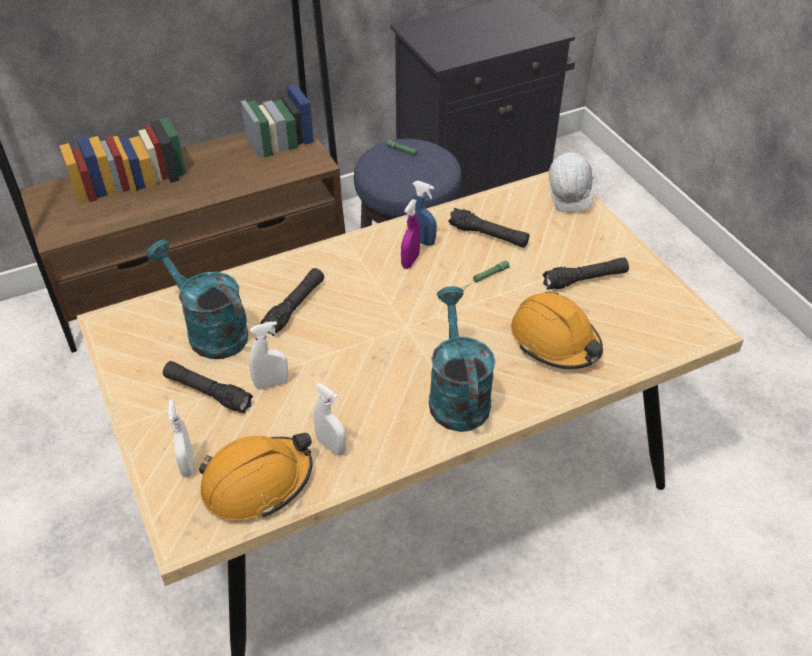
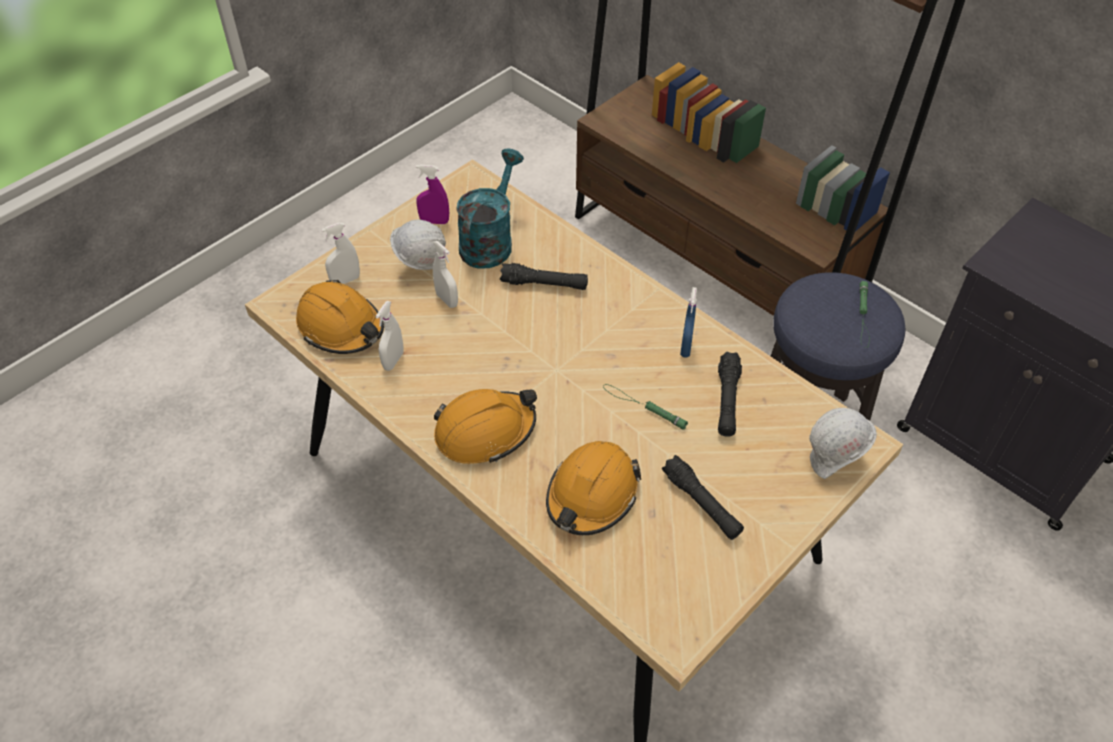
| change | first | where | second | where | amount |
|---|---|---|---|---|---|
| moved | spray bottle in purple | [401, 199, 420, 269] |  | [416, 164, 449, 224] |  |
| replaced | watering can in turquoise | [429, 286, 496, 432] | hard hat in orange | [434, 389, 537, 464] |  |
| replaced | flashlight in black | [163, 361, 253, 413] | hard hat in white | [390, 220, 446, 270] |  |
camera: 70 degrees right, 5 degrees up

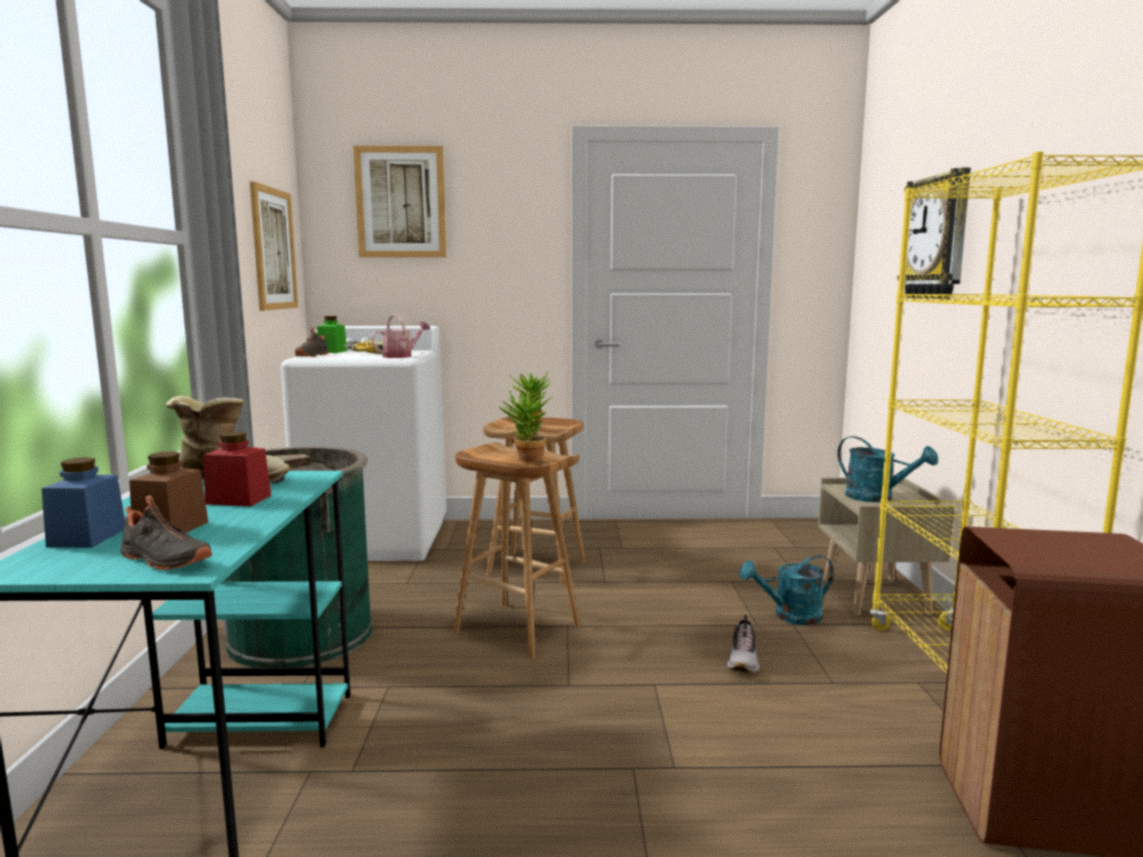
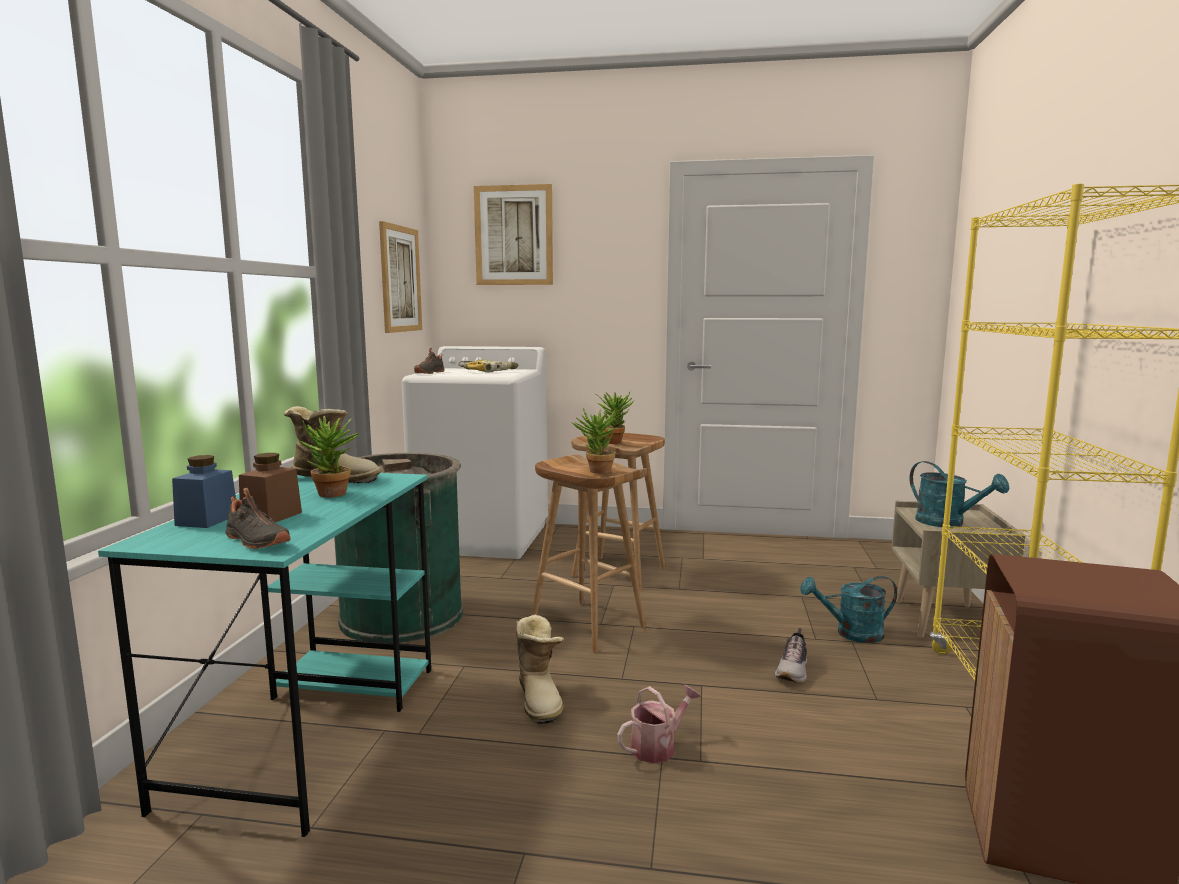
| change | first | where | second | where | amount |
|---|---|---|---|---|---|
| removed | wall clock | [897, 167, 971, 300] |  |  |  |
| moved | watering can | [371, 314, 430, 358] |  | [617, 685, 701, 763] |  |
| removed | jar in green | [317, 316, 347, 353] |  |  |  |
| replaced | jar in red | [203, 431, 271, 506] | potted plant | [300, 416, 360, 498] |  |
| added |  |  | boot | [516, 615, 564, 724] |  |
camera: 10 degrees right, 0 degrees up

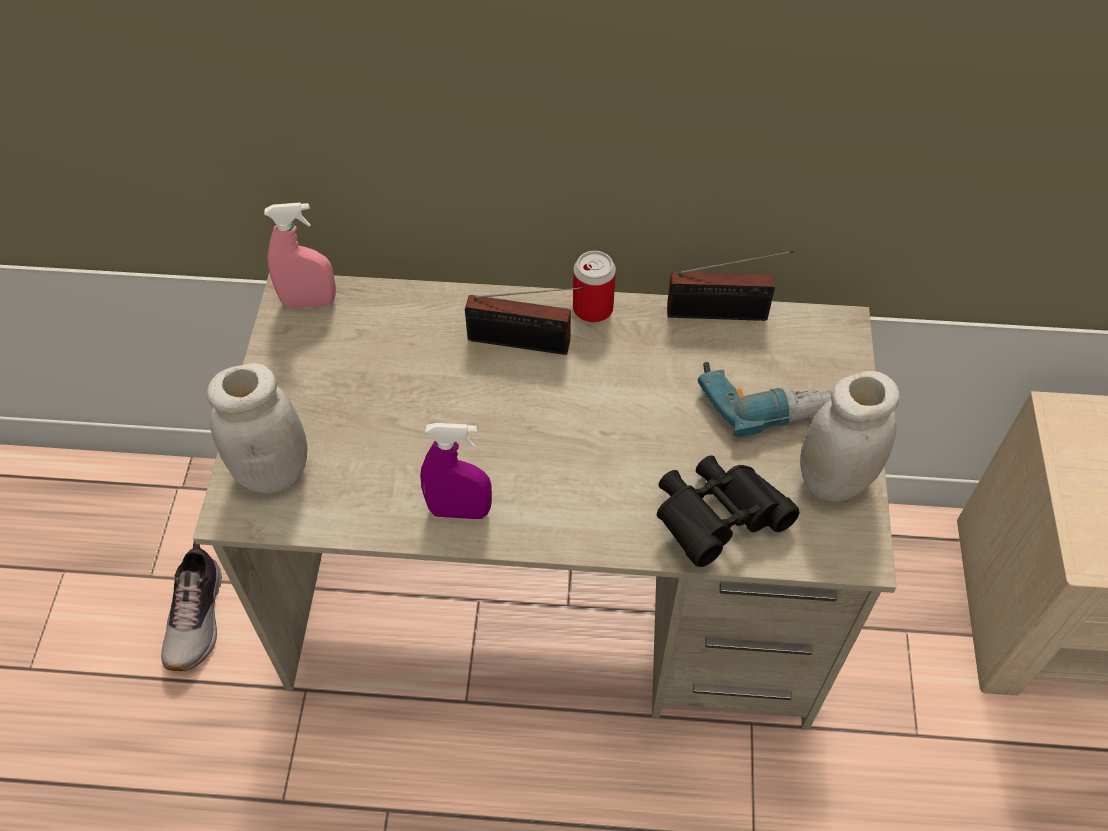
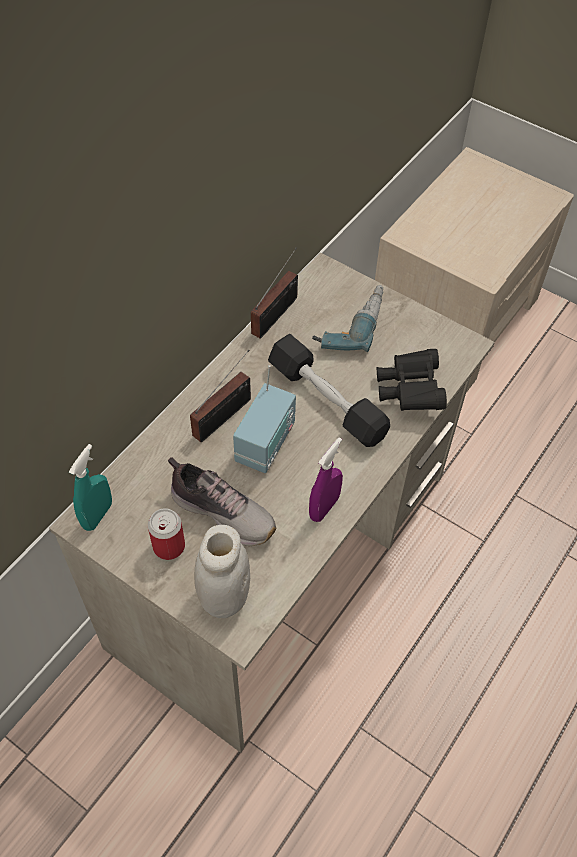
| change | first | where | second | where | amount |
|---|---|---|---|---|---|
| recoloured | spray bottle in pink | [264, 203, 336, 308] | spray bottle in turquoise | [69, 444, 112, 531] |  |
| moved | can | [573, 251, 616, 322] |  | [148, 508, 185, 560] |  |
| removed | jar in white | [800, 371, 900, 501] |  |  |  |
| moved | shoe | [161, 542, 222, 671] |  | [168, 457, 276, 547] |  |
| added |  |  | dumbbell in black | [268, 334, 390, 447] |  |
| added |  |  | radio | [233, 365, 296, 473] |  |
camera: 60 degrees left, 0 degrees up

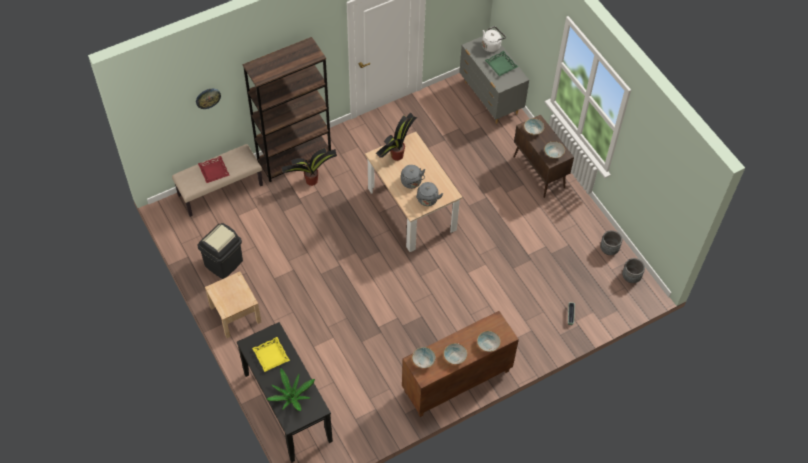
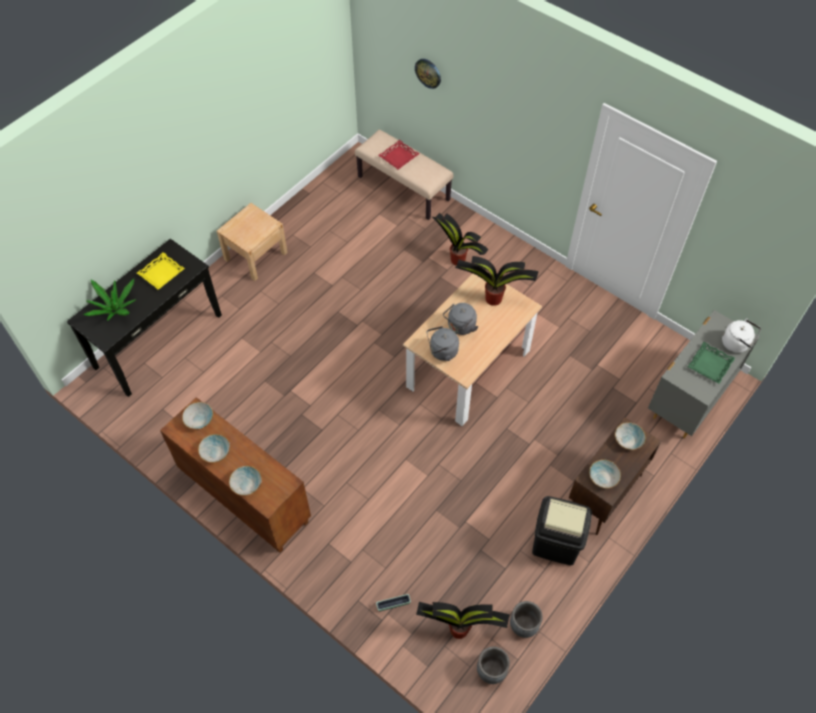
| change | first | where | second | where | amount |
|---|---|---|---|---|---|
| removed | bookcase in brown | [243, 37, 331, 182] |  |  |  |
| moved | trash can in black | [197, 223, 243, 279] |  | [532, 496, 592, 565] |  |
| added |  |  | potted plant | [416, 602, 510, 639] |  |
camera: 70 degrees right, 0 degrees up

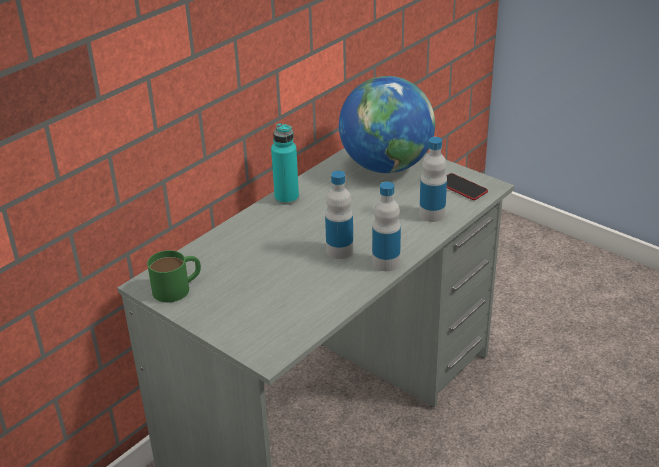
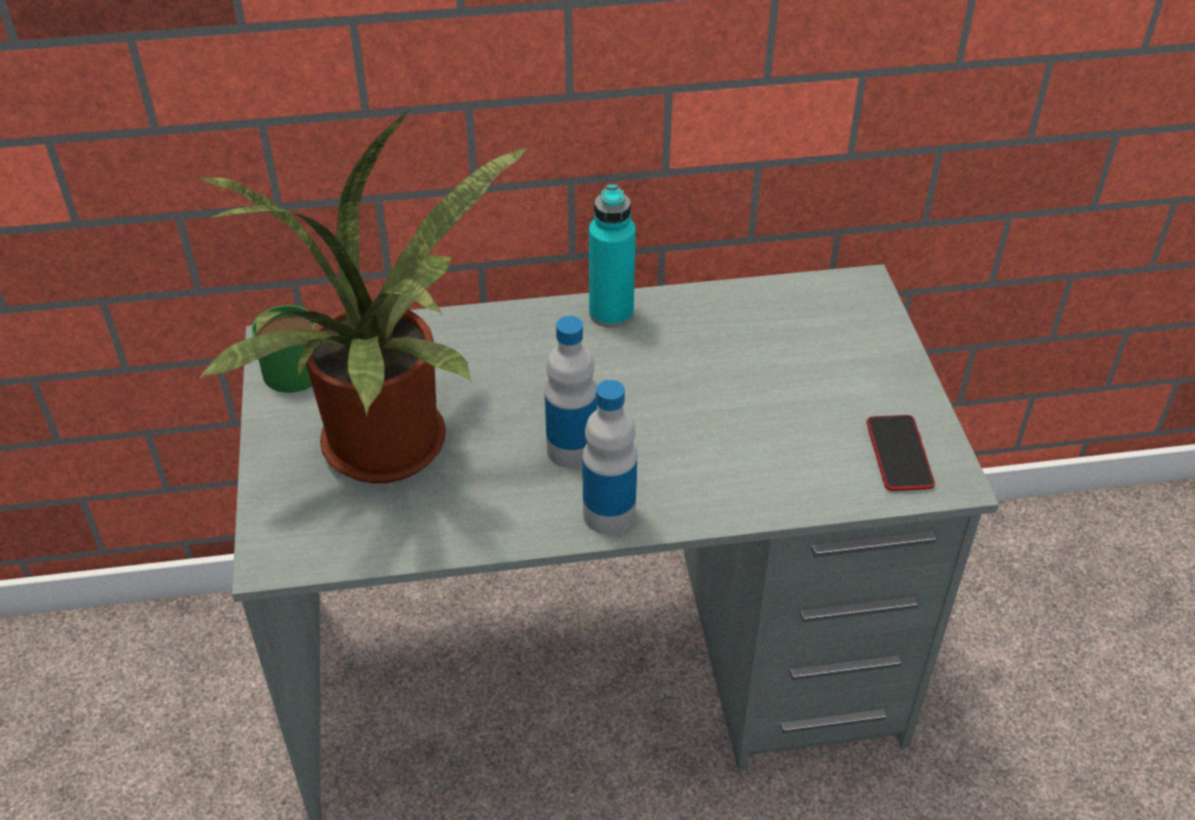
| change | first | where | second | where | amount |
|---|---|---|---|---|---|
| removed | globe | [339, 76, 435, 173] |  |  |  |
| removed | bottle | [419, 137, 447, 222] |  |  |  |
| added |  |  | potted plant | [198, 108, 528, 483] |  |
camera: 40 degrees right, 10 degrees up

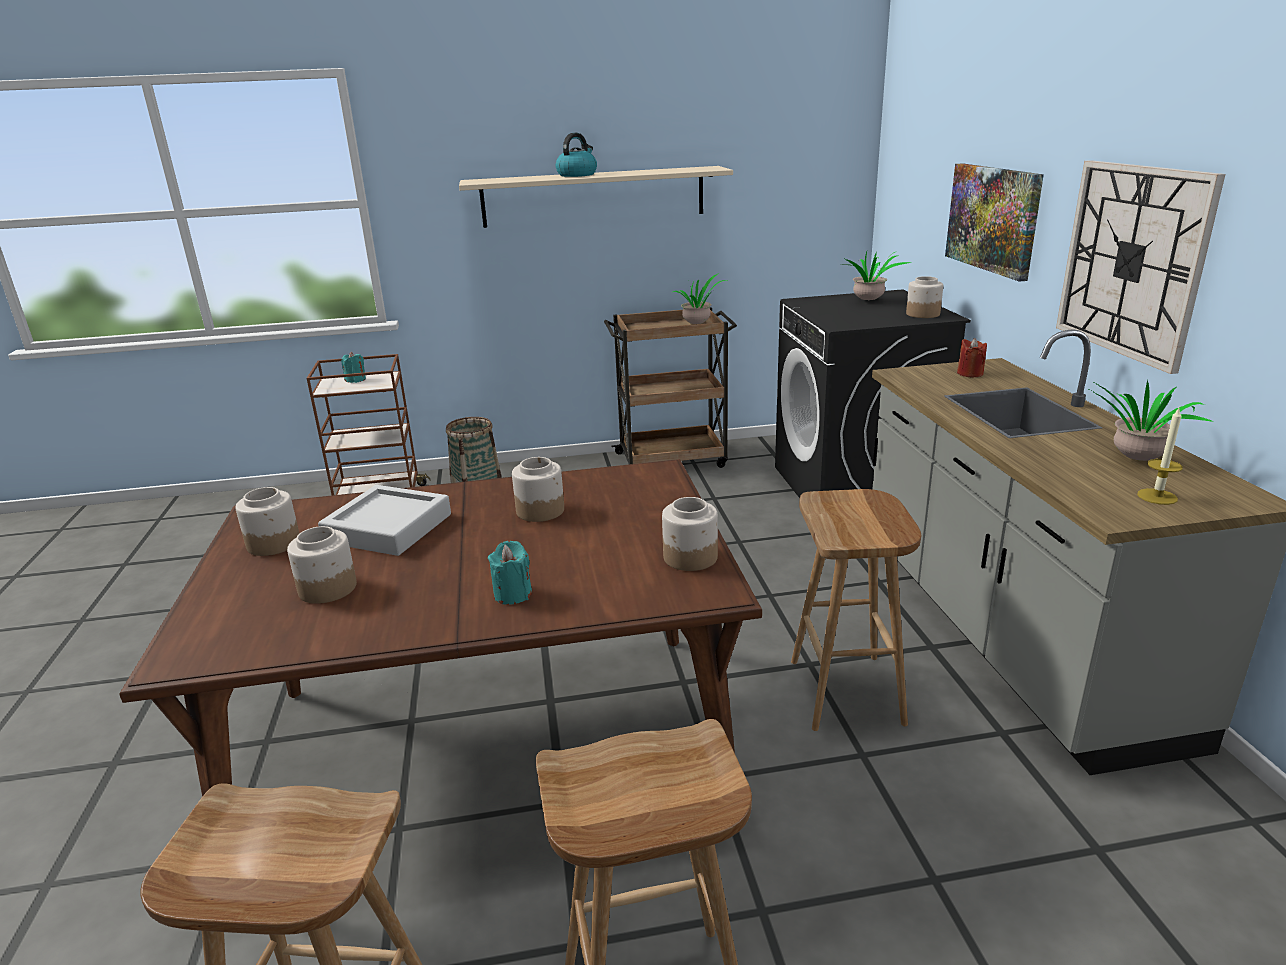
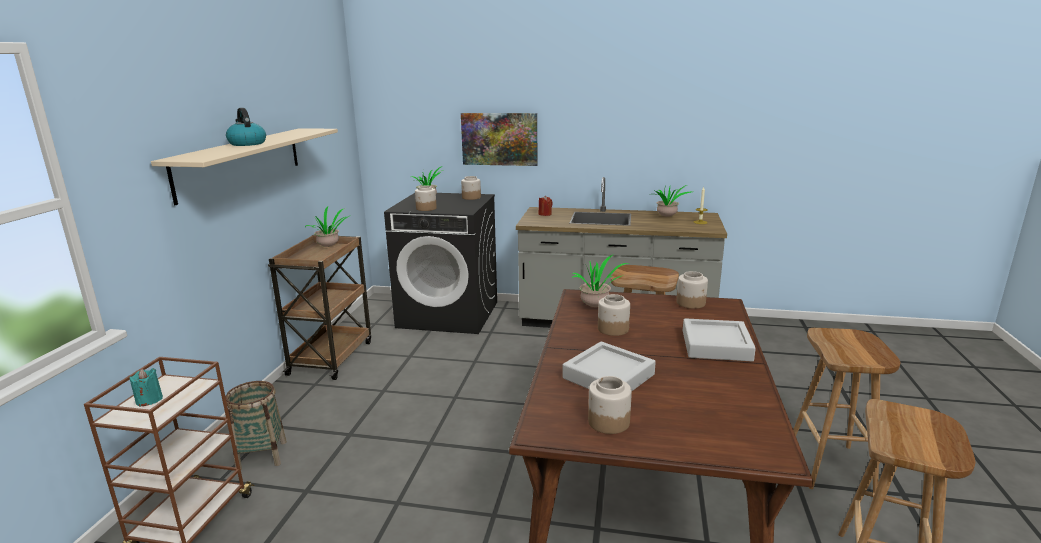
| change | first | where | second | where | amount |
|---|---|---|---|---|---|
| removed | wall clock | [1056, 160, 1225, 374] |  |  |  |
| moved | jar | [287, 526, 357, 604] |  | [415, 186, 437, 211] |  |
| replaced | candle in turquoise | [488, 540, 532, 605] | tray in grey | [683, 318, 756, 362] |  |
| added |  |  | potted plant | [572, 255, 629, 307] |  |
camera: 70 degrees left, 5 degrees down

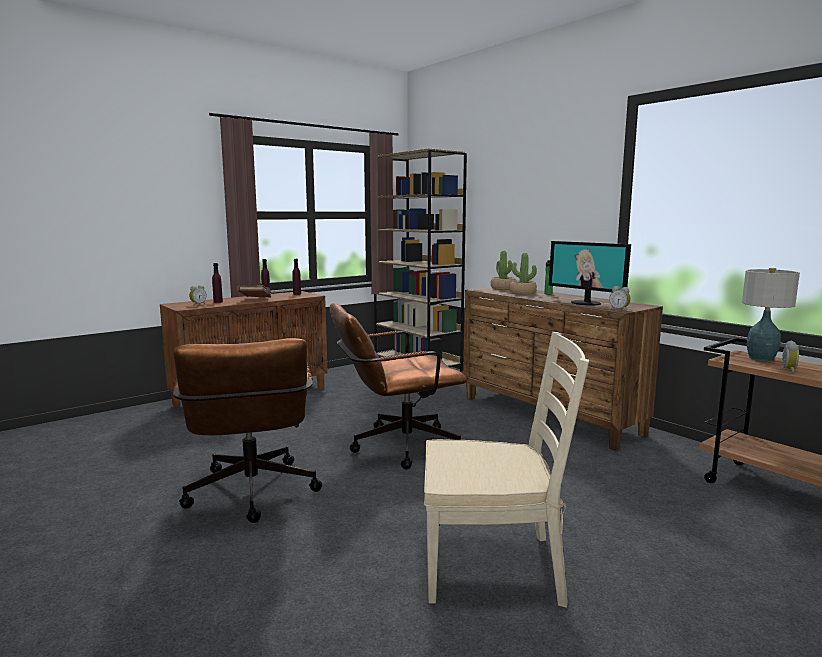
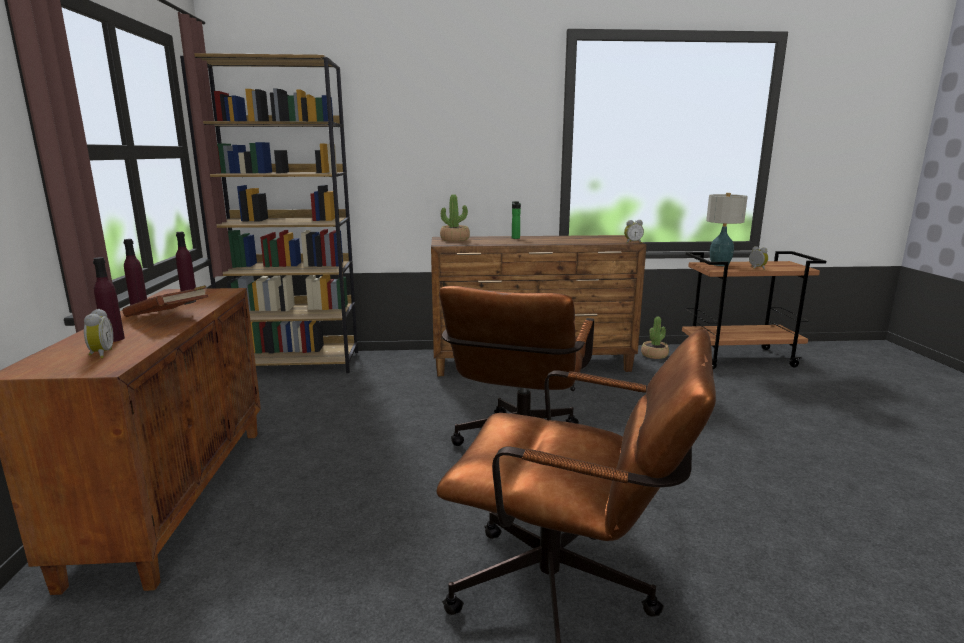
| change | first | where | second | where | amount |
|---|---|---|---|---|---|
| removed | monitor | [548, 241, 631, 305] |  |  |  |
| moved | potted plant | [509, 253, 537, 295] |  | [641, 316, 669, 359] |  |
| removed | chair in beige | [424, 332, 589, 608] |  |  |  |
camera: 55 degrees left, 5 degrees up

